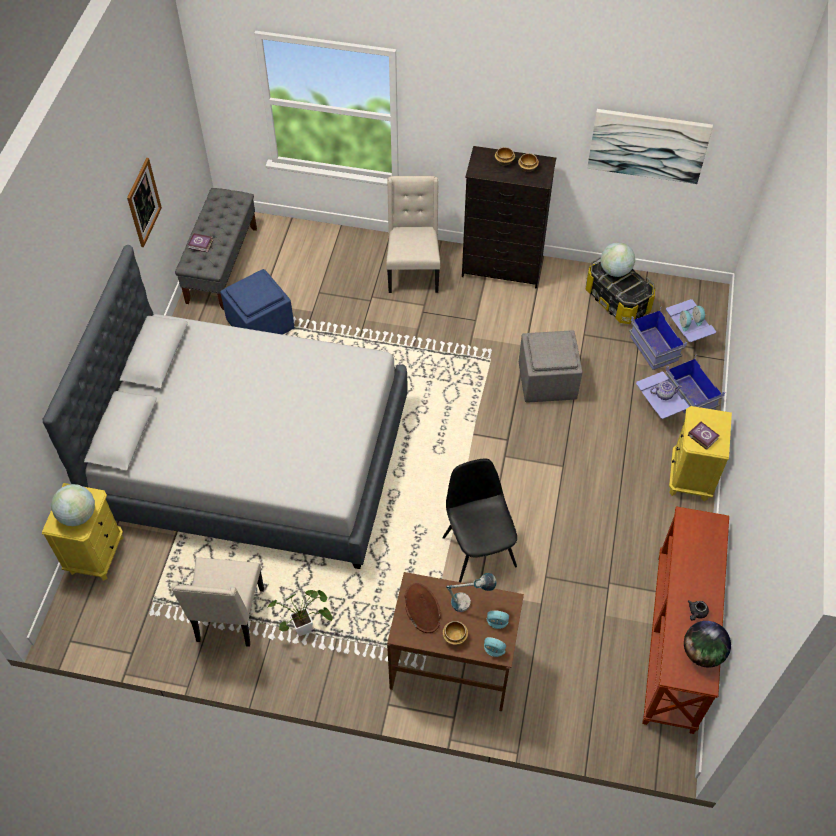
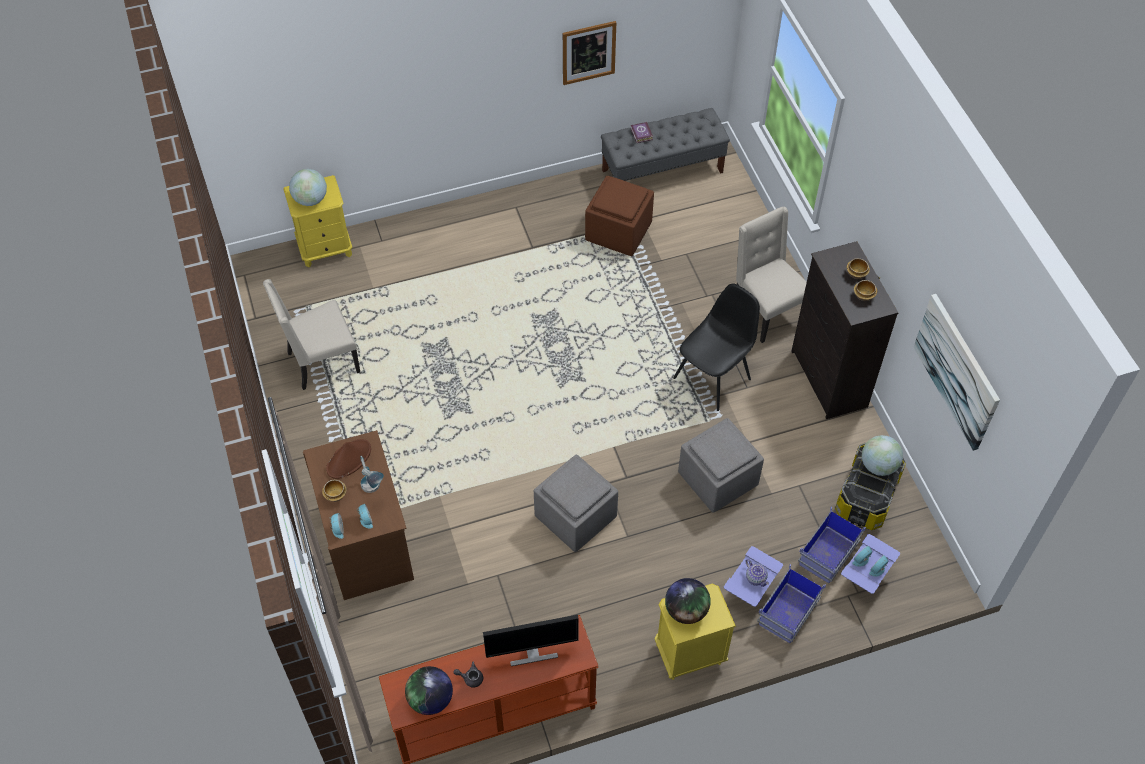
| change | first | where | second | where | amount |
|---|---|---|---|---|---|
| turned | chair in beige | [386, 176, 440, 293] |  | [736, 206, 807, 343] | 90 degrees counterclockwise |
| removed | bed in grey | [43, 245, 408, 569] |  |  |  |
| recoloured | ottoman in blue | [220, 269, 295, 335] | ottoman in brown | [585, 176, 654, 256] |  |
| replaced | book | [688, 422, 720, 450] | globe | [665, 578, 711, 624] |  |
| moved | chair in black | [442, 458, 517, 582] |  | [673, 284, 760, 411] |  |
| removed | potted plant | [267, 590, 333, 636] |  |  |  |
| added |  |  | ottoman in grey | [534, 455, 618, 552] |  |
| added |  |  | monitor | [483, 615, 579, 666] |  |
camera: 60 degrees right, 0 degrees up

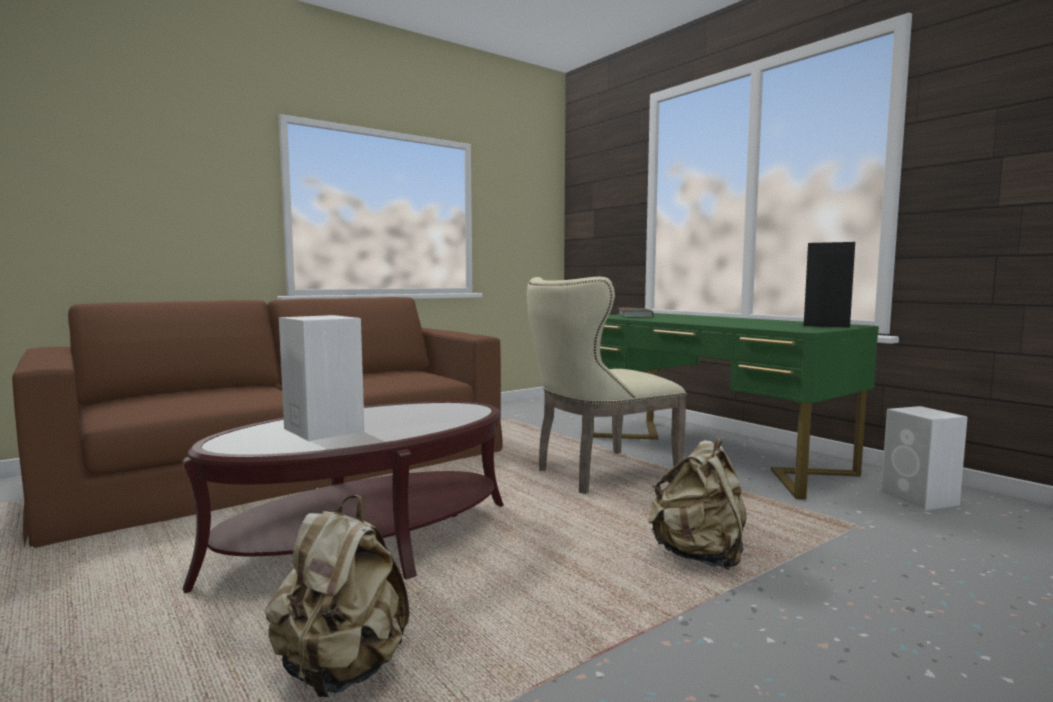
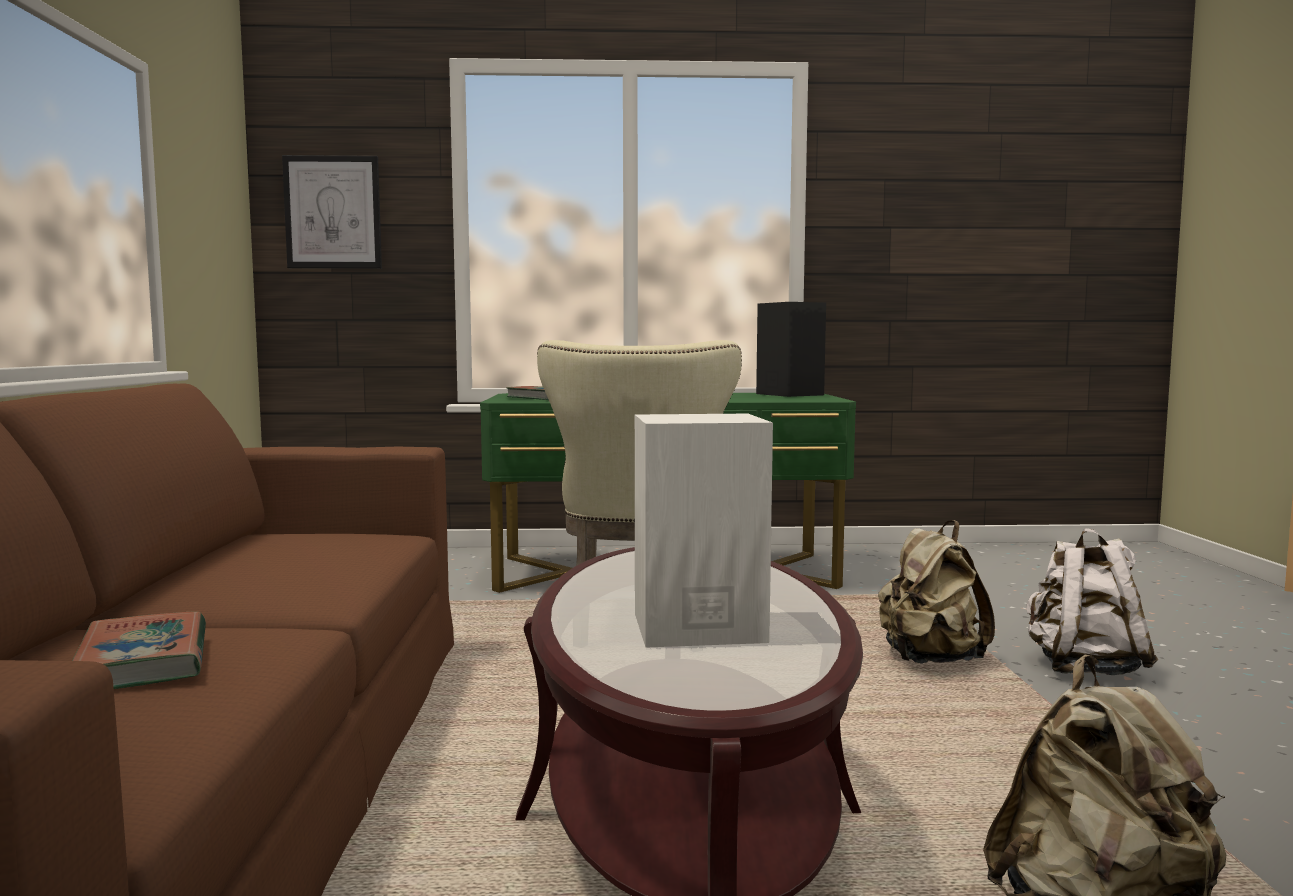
| change | first | where | second | where | amount |
|---|---|---|---|---|---|
| removed | speaker in white | [881, 406, 968, 510] |  |  |  |
| added |  |  | picture | [282, 155, 382, 269] |  |
| added |  |  | backpack in white | [1026, 528, 1158, 675] |  |
| added |  |  | book | [72, 611, 206, 689] |  |
camera: 55 degrees left, 0 degrees up

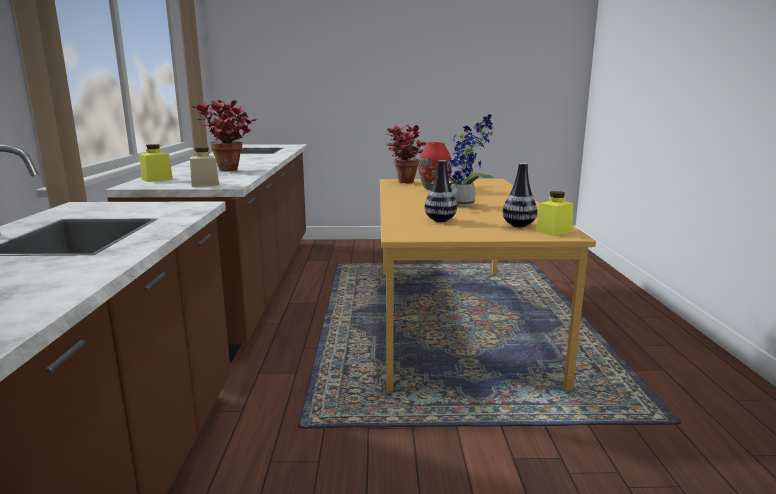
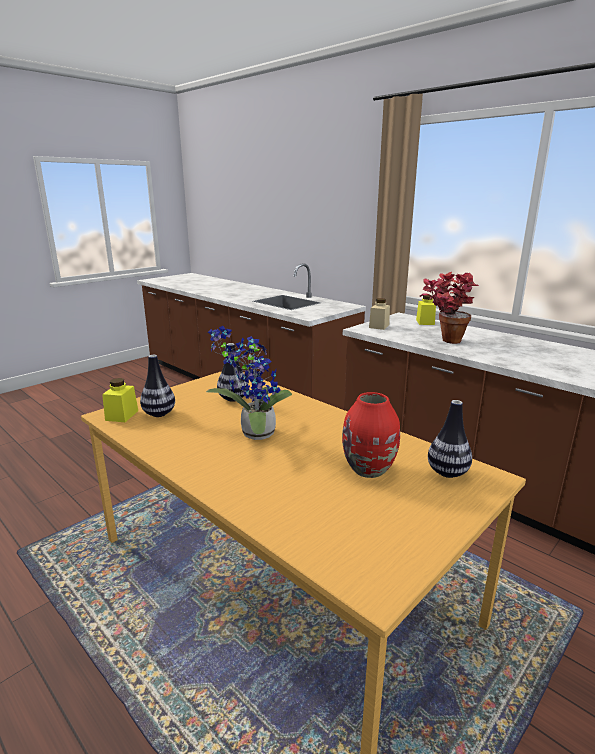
| change | first | where | second | where | amount |
|---|---|---|---|---|---|
| replaced | potted plant | [386, 124, 426, 183] | vase | [428, 400, 472, 478] |  |
camera: 135 degrees right, 5 degrees up

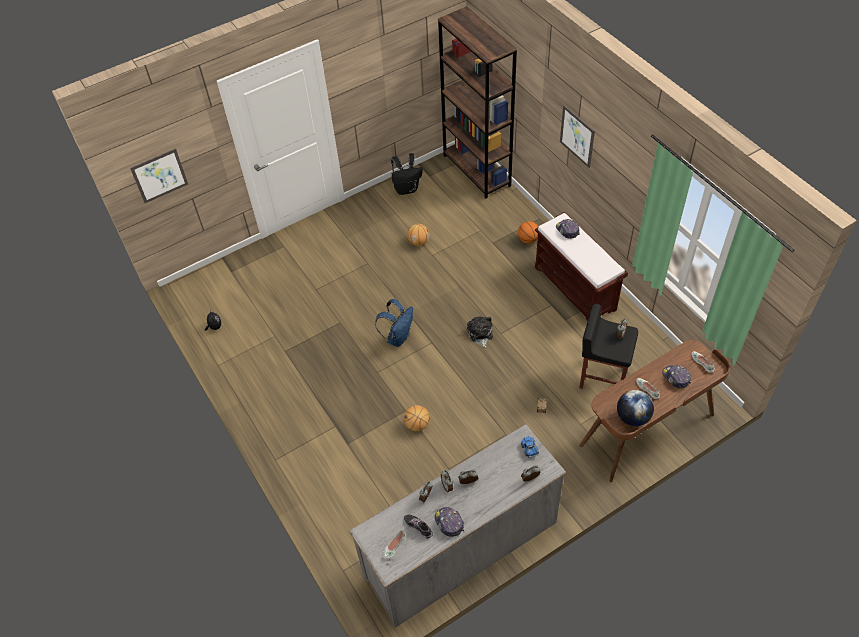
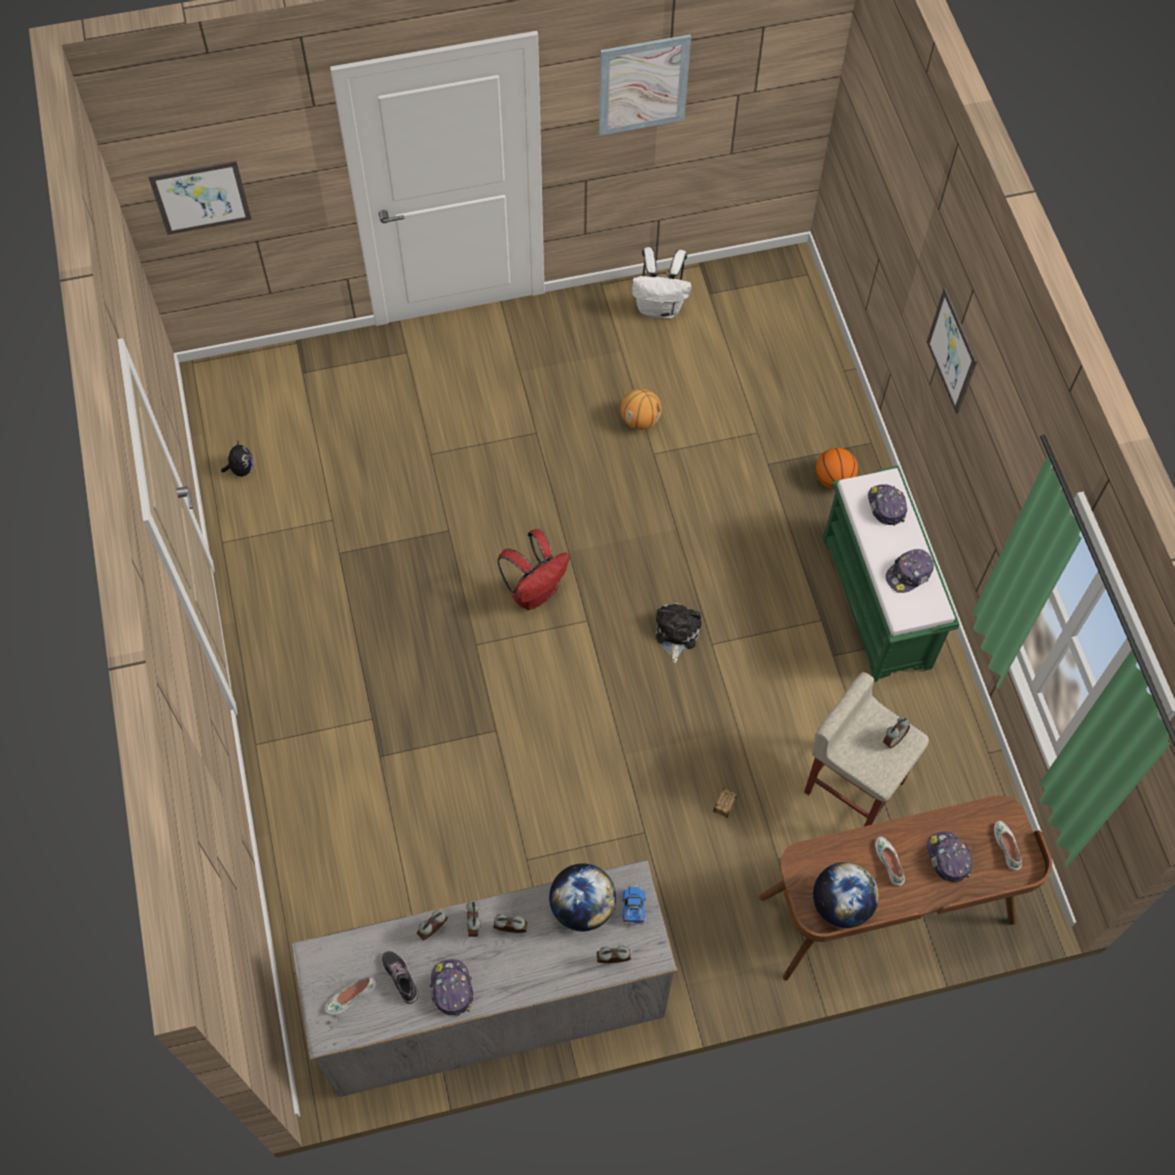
| change | first | where | second | where | amount |
|---|---|---|---|---|---|
| removed | bookcase in brown | [438, 6, 517, 199] |  |  |  |
| recoloured | backpack in black | [391, 153, 422, 195] | backpack in white | [632, 247, 692, 319] |  |
| recoloured | bench in brown | [535, 212, 628, 321] | bench in green | [822, 465, 959, 682] |  |
| recoloured | backpack in blue | [375, 299, 413, 347] | backpack in red | [497, 529, 570, 610] |  |
| recoloured | stool in black | [579, 304, 638, 389] | stool in beige | [804, 672, 929, 826] |  |
| removed | basketball | [404, 405, 430, 431] |  |  |  |
| added |  |  | picture | [599, 34, 691, 136] |  |
| added |  |  | cap | [886, 549, 934, 593] |  |
| added |  |  | globe | [549, 863, 616, 931] |  |
camera: 15 degrees right, 10 degrees up

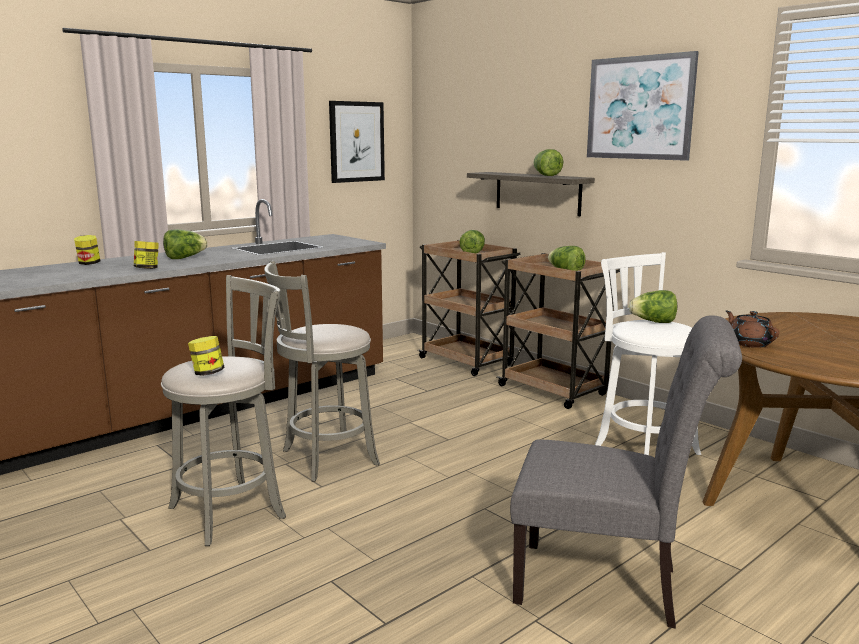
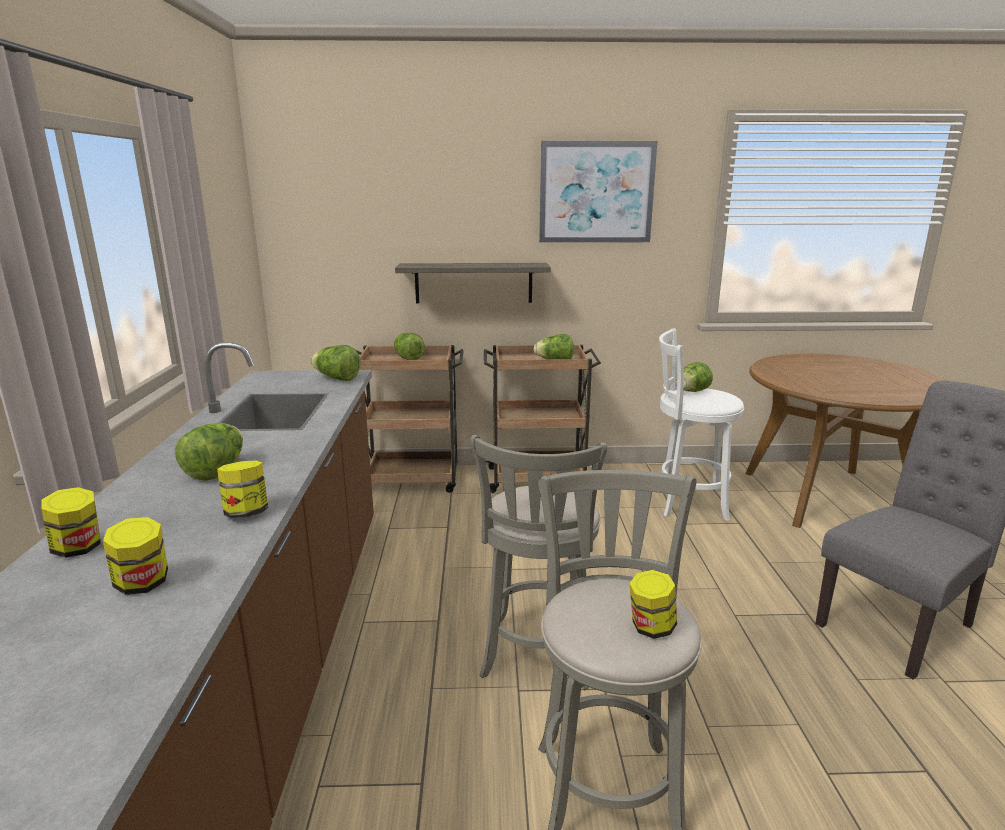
| change | first | where | second | where | amount |
|---|---|---|---|---|---|
| removed | picture | [329, 101, 385, 183] |  |  |  |
| moved | lettuce | [533, 149, 563, 176] |  | [311, 345, 360, 381] |  |
| removed | teapot in brown | [726, 311, 779, 348] |  |  |  |
| added |  |  | jar | [103, 517, 168, 595] |  |
camera: 50 degrees left, 5 degrees up

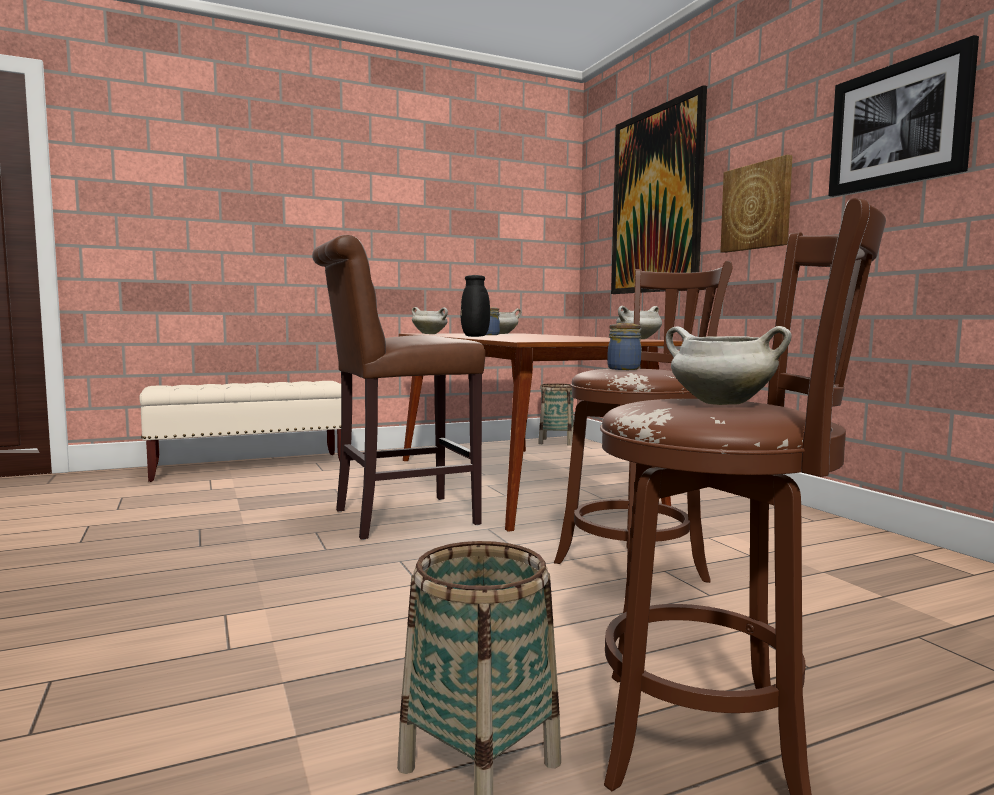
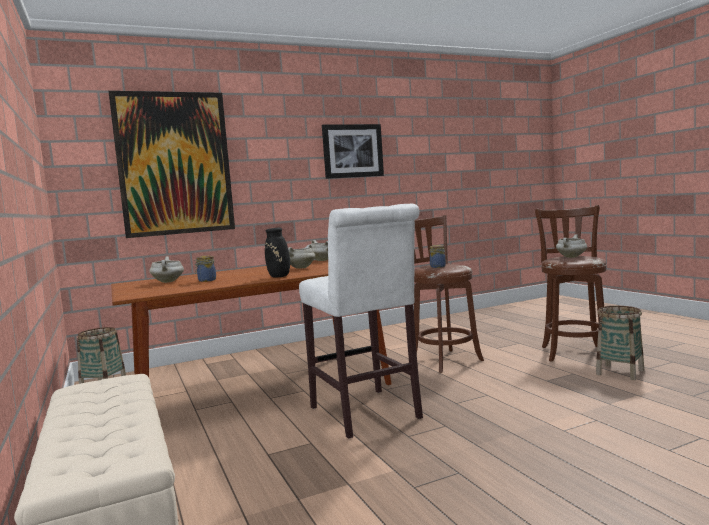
| change | first | where | second | where | amount |
|---|---|---|---|---|---|
| removed | picture | [720, 155, 793, 253] |  |  |  |
| recoloured | stool in brown | [312, 235, 485, 540] | stool in white | [299, 204, 423, 439] |  |
| moved | cooking pot in white | [412, 307, 448, 334] |  | [288, 244, 315, 269] |  |
camera: 90 degrees left, 0 degrees up

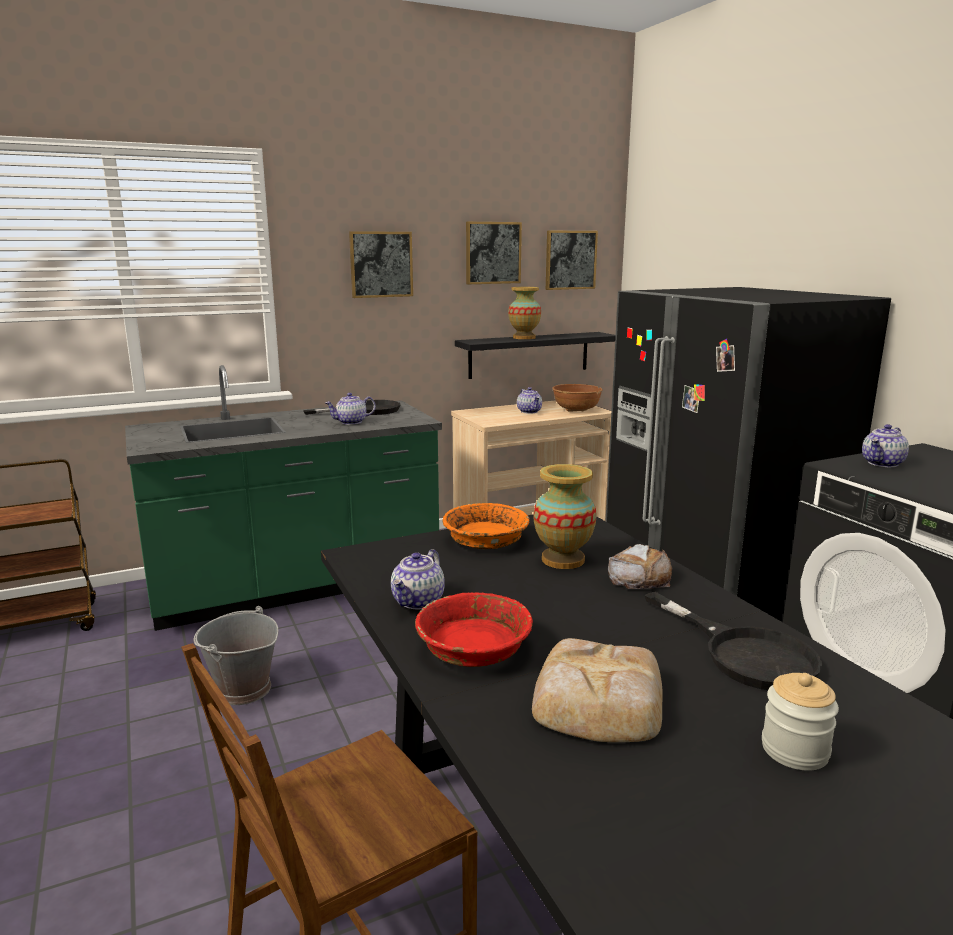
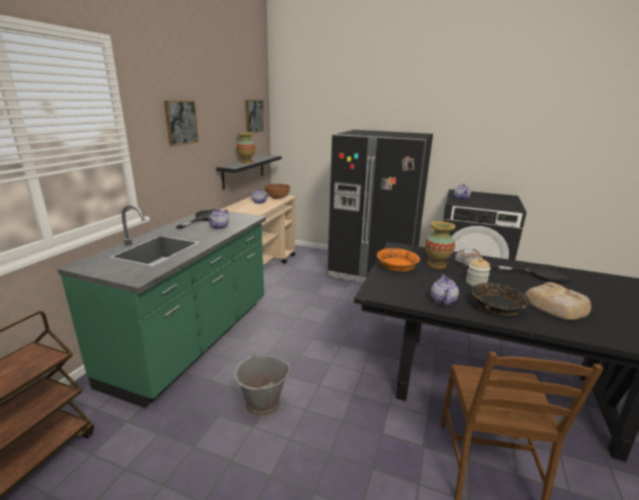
| change | first | where | second | where | amount |
|---|---|---|---|---|---|
| removed | picture | [466, 222, 522, 284] |  |  |  |
| turned | teapot | [391, 549, 445, 609] |  | [431, 275, 459, 305] | 150 degrees counterclockwise |
| recoloured | bowl in red | [415, 592, 533, 667] | bowl in black | [471, 283, 530, 316] |  |
| moved | jar | [762, 673, 839, 771] |  | [466, 258, 491, 287] |  |
camera: 45 degrees left, 5 degrees up

